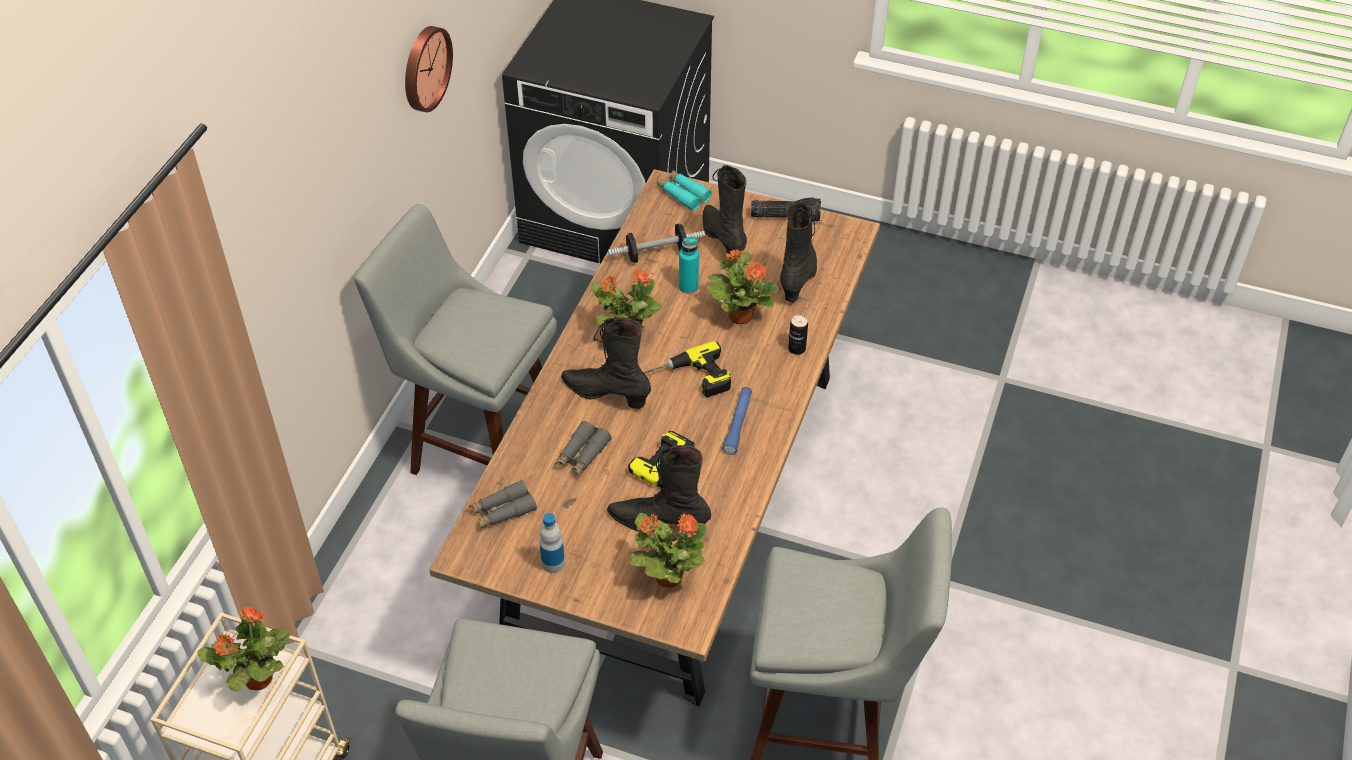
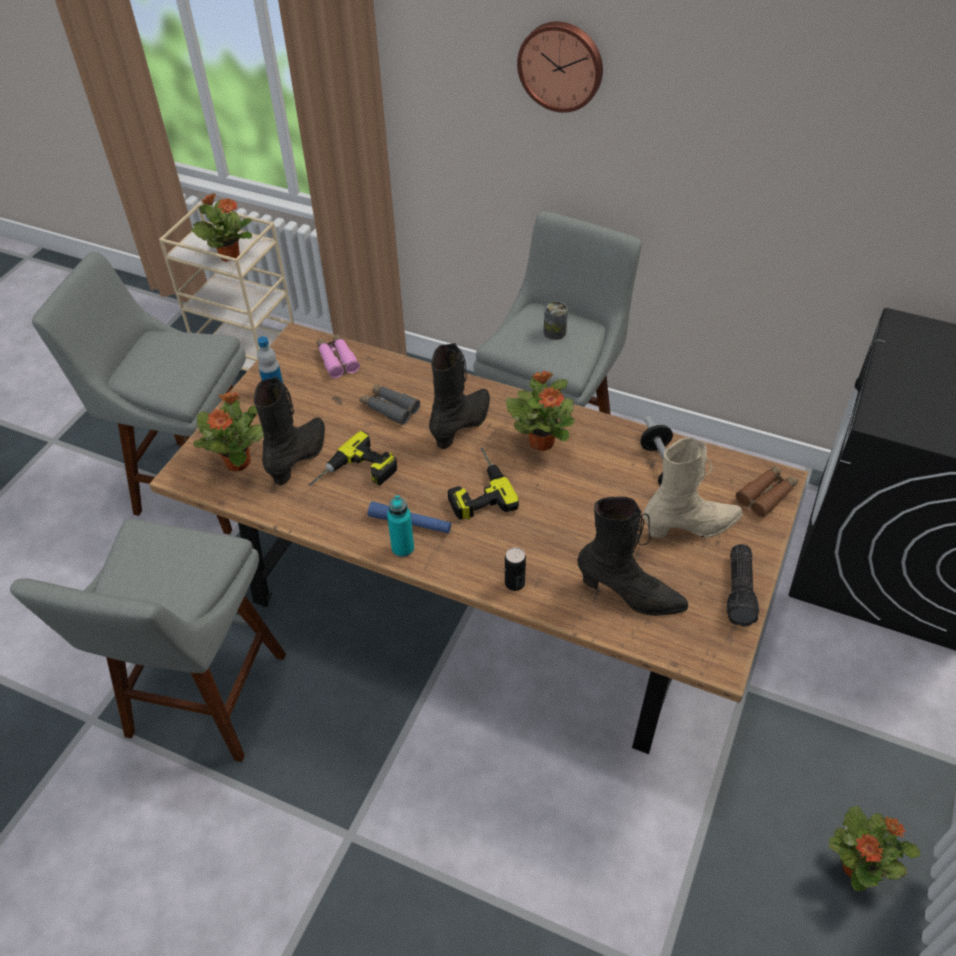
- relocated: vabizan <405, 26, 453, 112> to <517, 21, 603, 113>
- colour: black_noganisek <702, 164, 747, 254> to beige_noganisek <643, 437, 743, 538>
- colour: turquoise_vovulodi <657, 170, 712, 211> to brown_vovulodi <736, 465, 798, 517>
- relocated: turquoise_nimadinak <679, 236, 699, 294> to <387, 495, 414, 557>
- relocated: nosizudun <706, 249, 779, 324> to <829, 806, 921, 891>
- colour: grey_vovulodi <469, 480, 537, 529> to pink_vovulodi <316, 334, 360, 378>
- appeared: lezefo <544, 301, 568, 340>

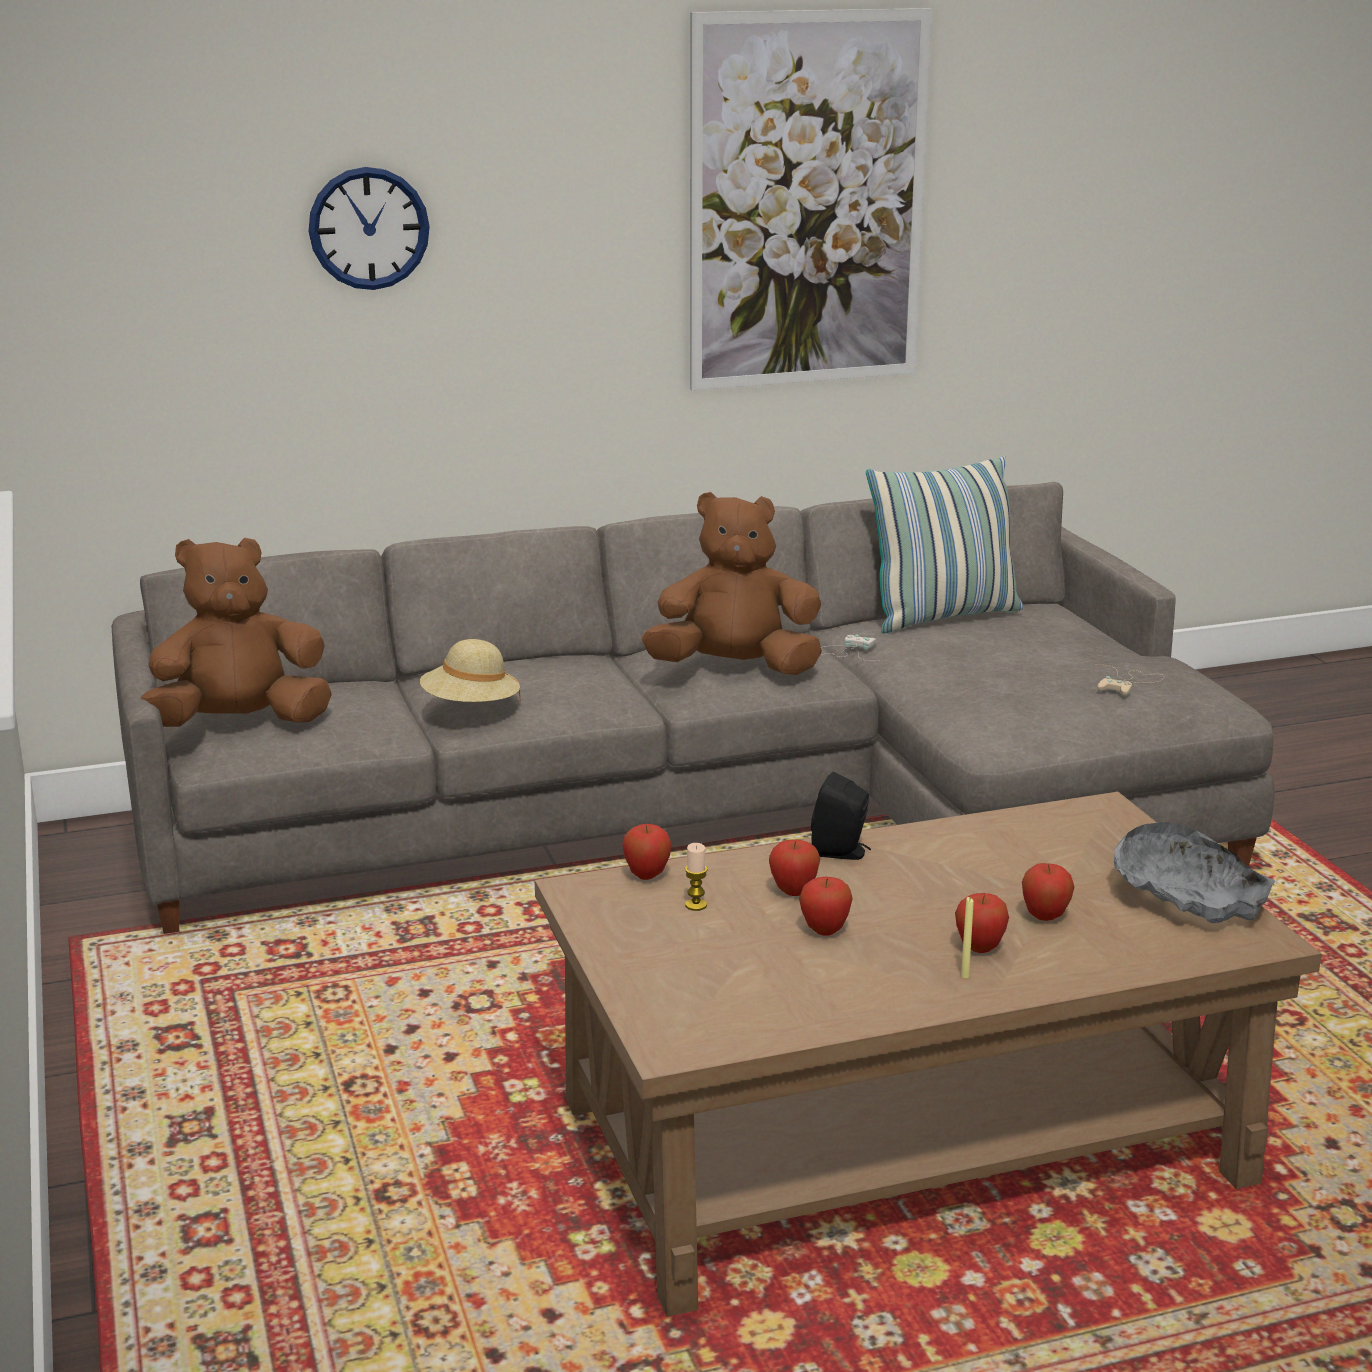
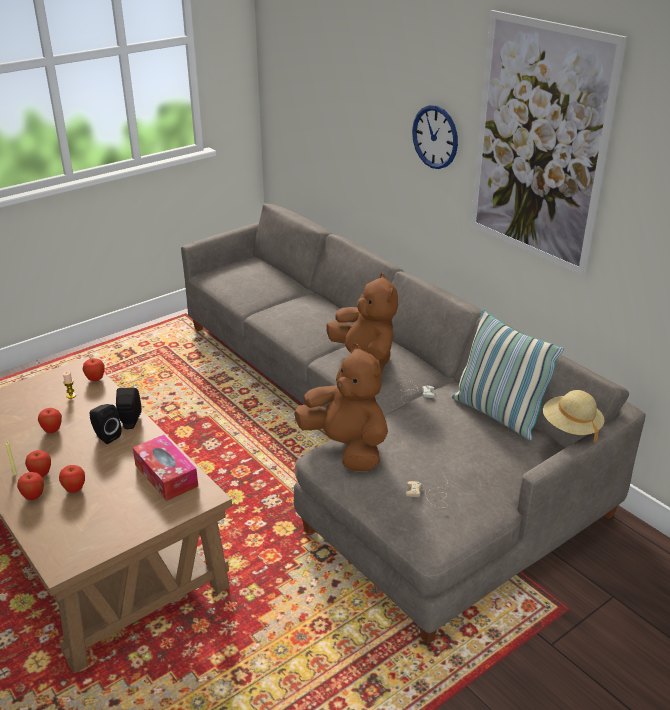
- relocated: vabizan <309, 167, 430, 290> to <412, 105, 458, 169>
- relocated: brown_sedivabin <140, 538, 332, 727> to <294, 343, 388, 471>
- relocated: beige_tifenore <420, 639, 521, 702> to <543, 390, 605, 442>
- missing: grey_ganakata <1114, 822, 1276, 923>
- relocated: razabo <769, 840, 820, 896> to <17, 472, 44, 500>
- appeared: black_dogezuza <90, 404, 121, 444>
- appeared: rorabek <132, 435, 198, 501>

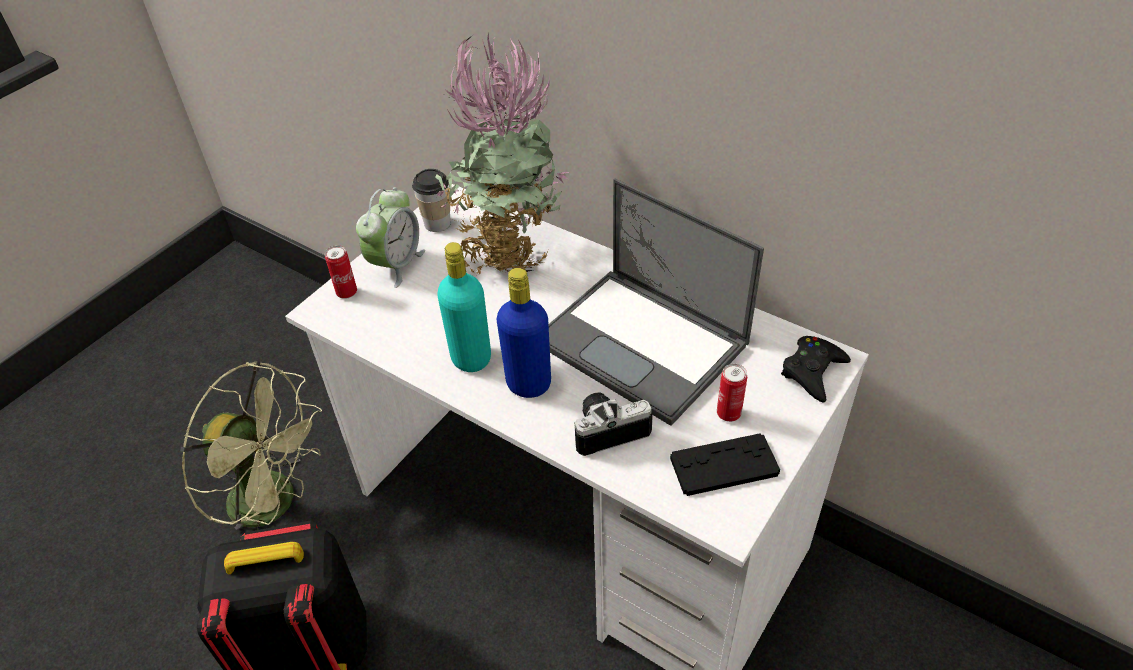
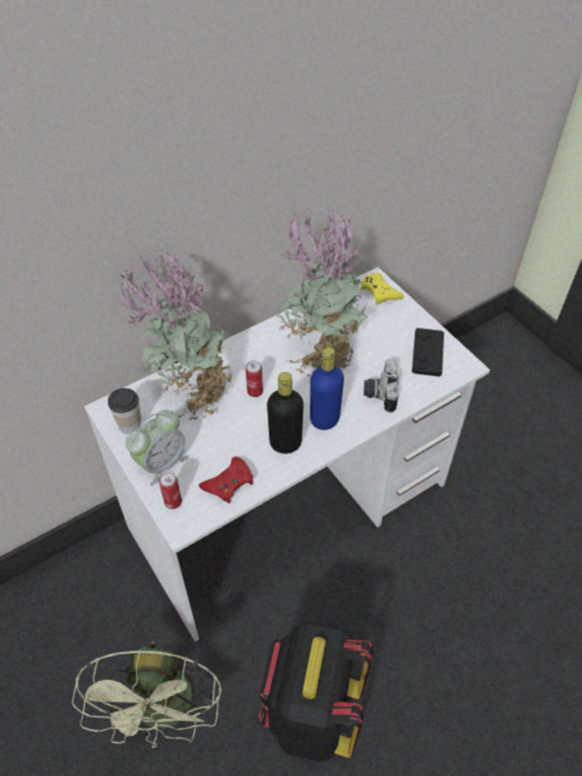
- exchanged: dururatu <549, 179, 764, 426> to nosizudun <276, 206, 369, 377>
- spun: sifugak <356, 187, 425, 288> = <126, 410, 189, 486> 90 degrees clockwise
- colour: turquoise_nimadinak <437, 242, 491, 372> to black_nimadinak <267, 372, 304, 454>
- colour: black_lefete <781, 336, 851, 403> to yellow_lefete <361, 273, 404, 305>
- spun: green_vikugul <180, 361, 322, 530> = <72, 641, 222, 748> 135 degrees clockwise
- relocated: lezefo <717, 364, 747, 422> to <246, 361, 263, 397>
- appeared: red_lefete <199, 456, 253, 503>

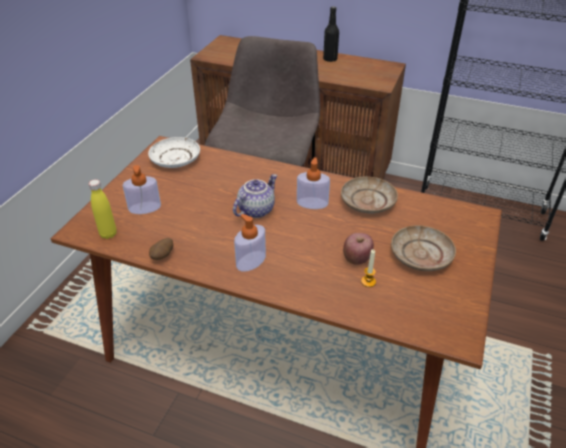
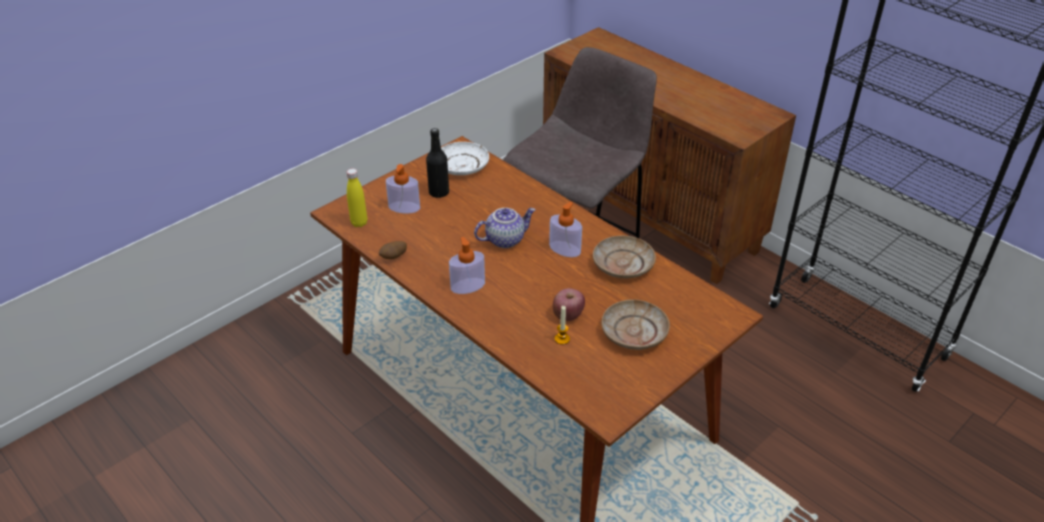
- relocated: black_nimadinak <323, 6, 339, 62> to <426, 128, 449, 198>

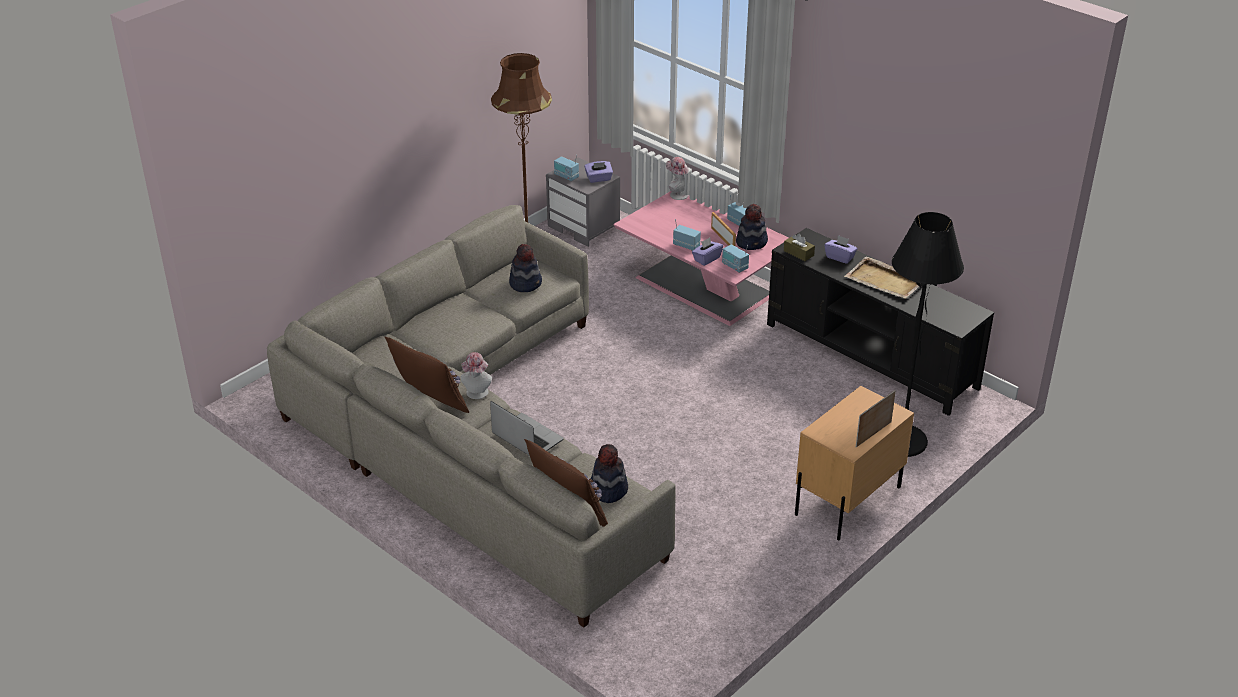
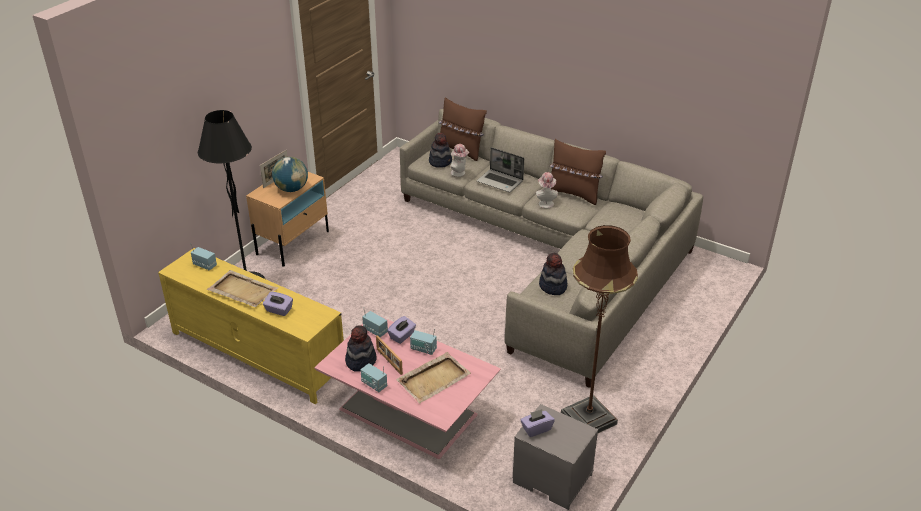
- relocated: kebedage <554, 154, 579, 181> to <190, 243, 217, 270>
- relocated: tifenore <666, 157, 689, 200> to <450, 144, 470, 177>
- colour: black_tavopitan <767, 228, 994, 416> to yellow_tavopitan <158, 248, 344, 404>
- missing: brown_rorabek <784, 233, 815, 261>
- appeared: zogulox <272, 157, 308, 192>
- appeared: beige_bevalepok <396, 352, 471, 404>

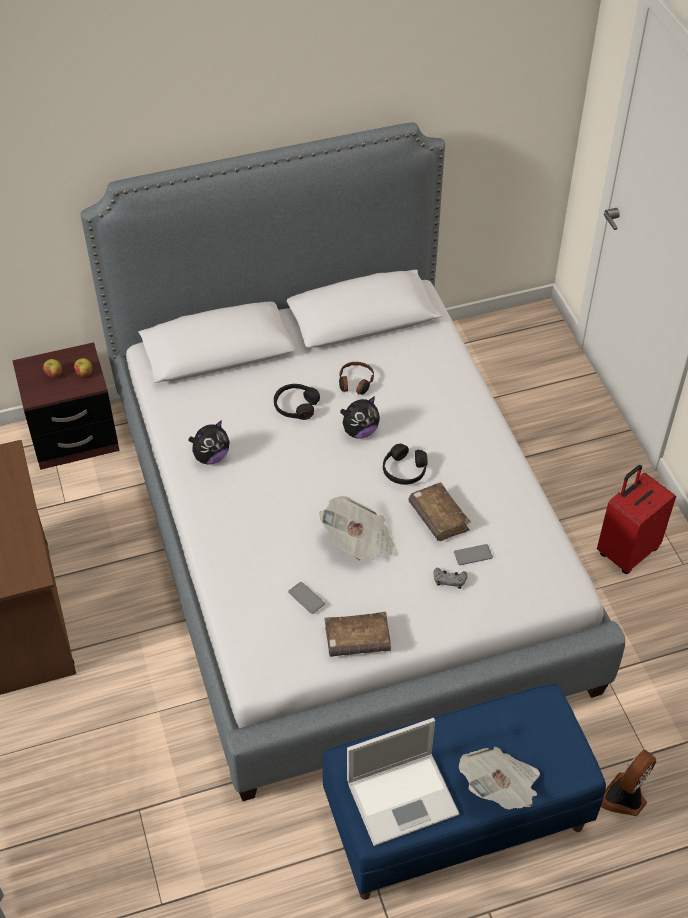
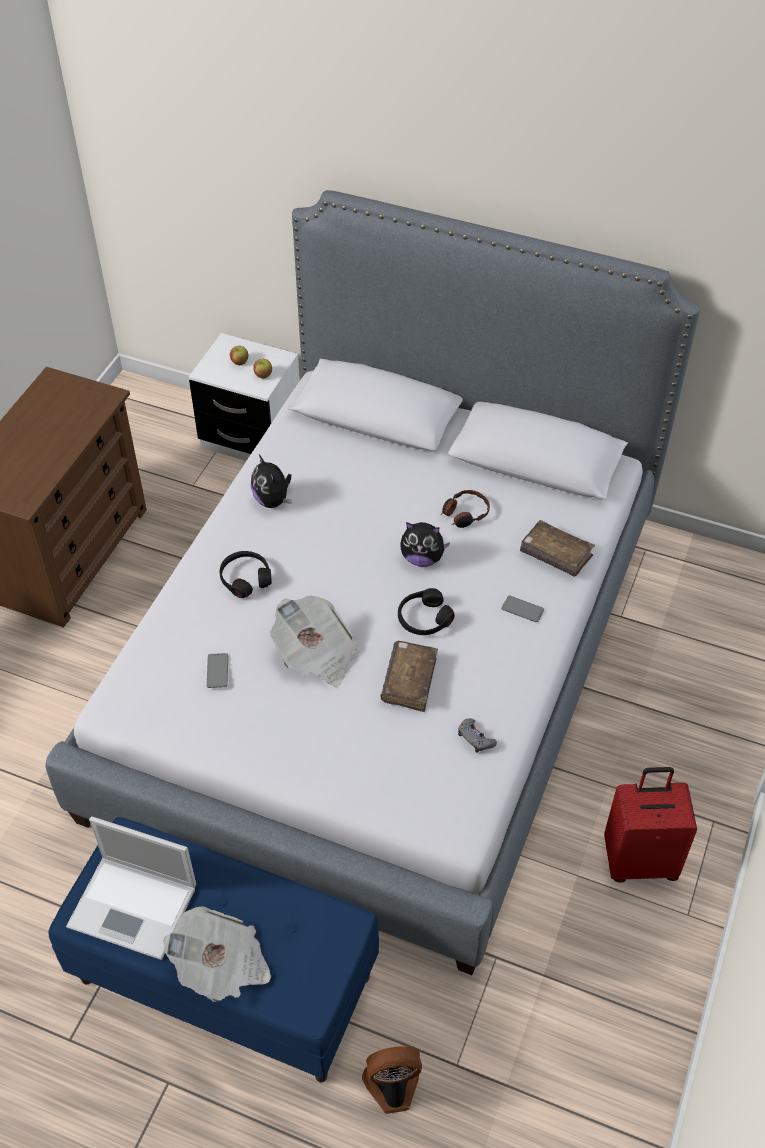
- colour: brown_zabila <12, 342, 120, 470> to white_zabila <189, 333, 300, 461>
- relocated: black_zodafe <274, 384, 320, 420> to <220, 551, 272, 598>
- spun: sedivabin <188, 420, 230, 465> = <251, 455, 291, 508> 60 degrees clockwise
- relocated: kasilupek <454, 544, 493, 565> to <501, 595, 544, 622>
- relocated: grey_lefete <433, 568, 468, 589> to <458, 718, 497, 753>
- relocated: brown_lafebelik <324, 612, 391, 657> to <520, 520, 595, 577>

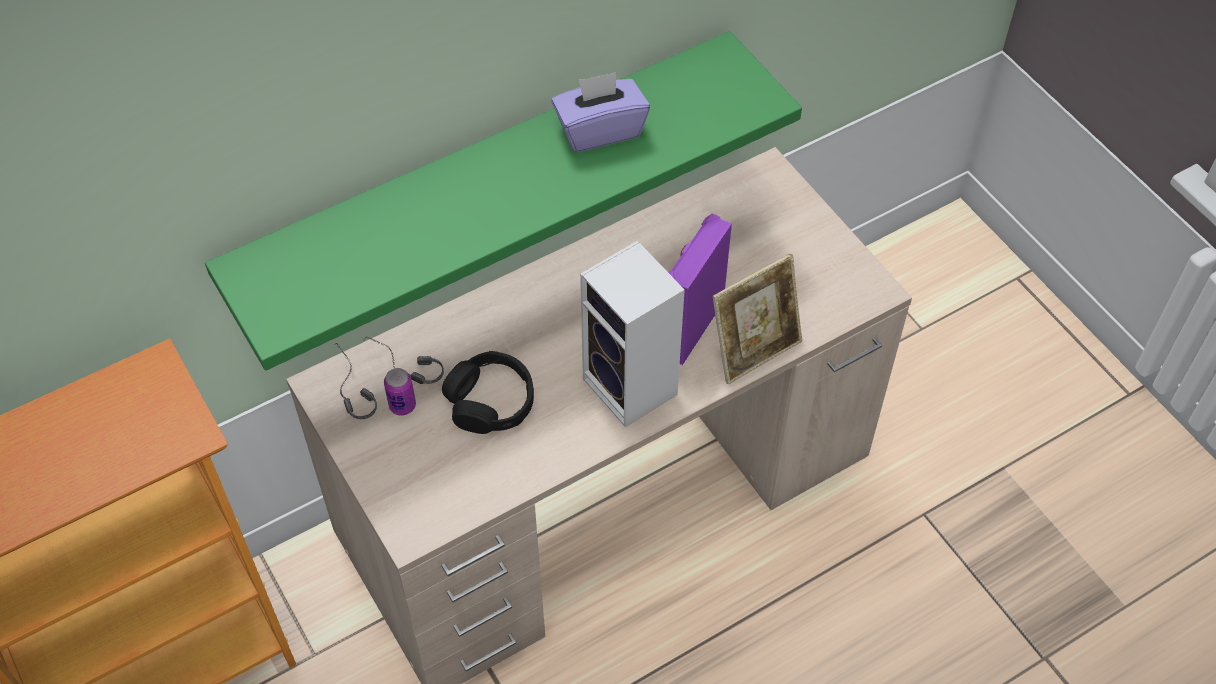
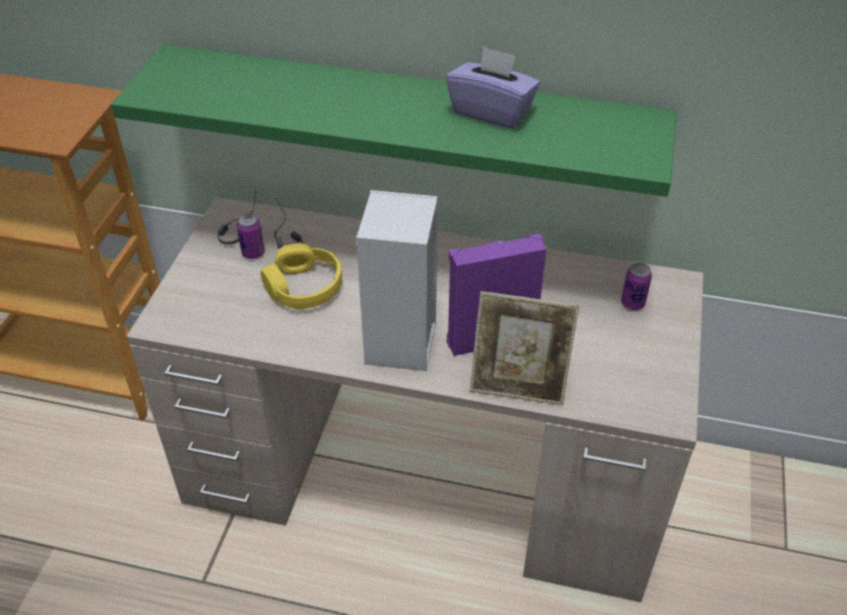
- colour: black_zodafe <442, 351, 534, 434> to yellow_zodafe <260, 243, 342, 309>
- appeared: lezefo <621, 263, 652, 310>

